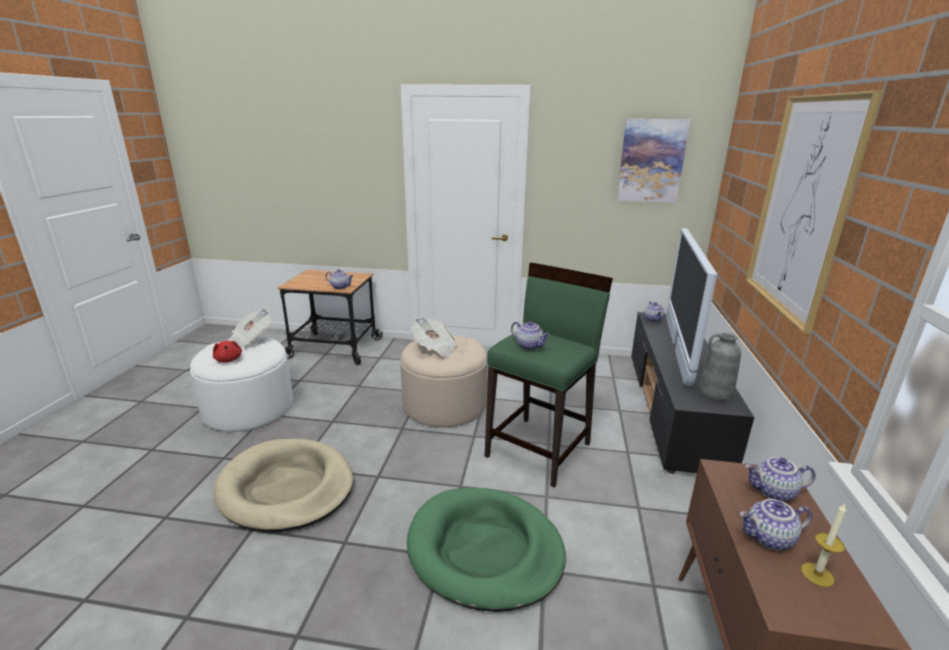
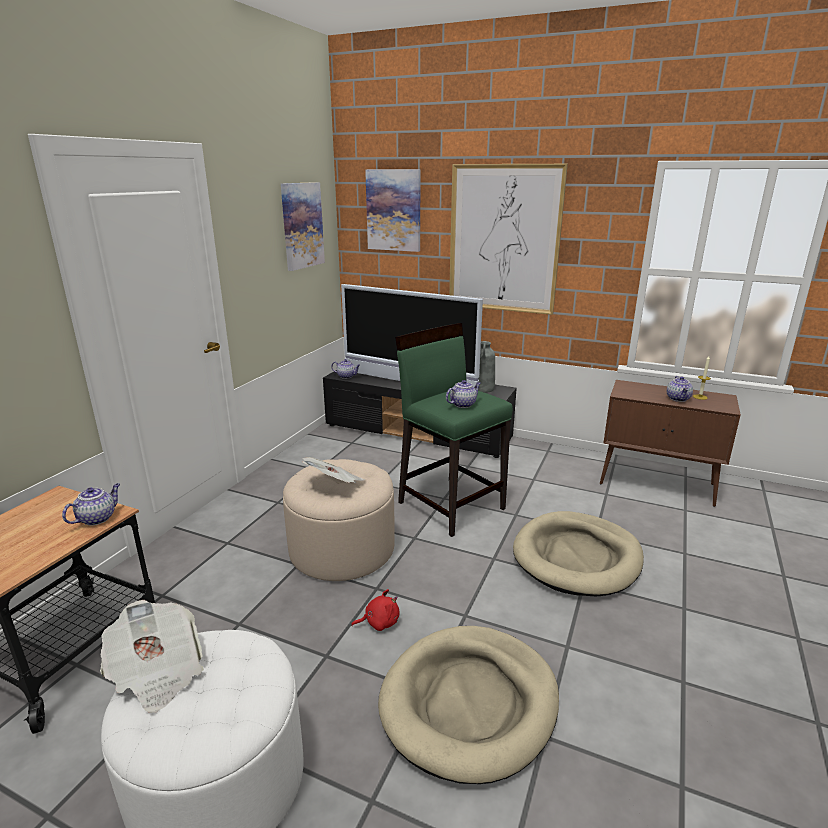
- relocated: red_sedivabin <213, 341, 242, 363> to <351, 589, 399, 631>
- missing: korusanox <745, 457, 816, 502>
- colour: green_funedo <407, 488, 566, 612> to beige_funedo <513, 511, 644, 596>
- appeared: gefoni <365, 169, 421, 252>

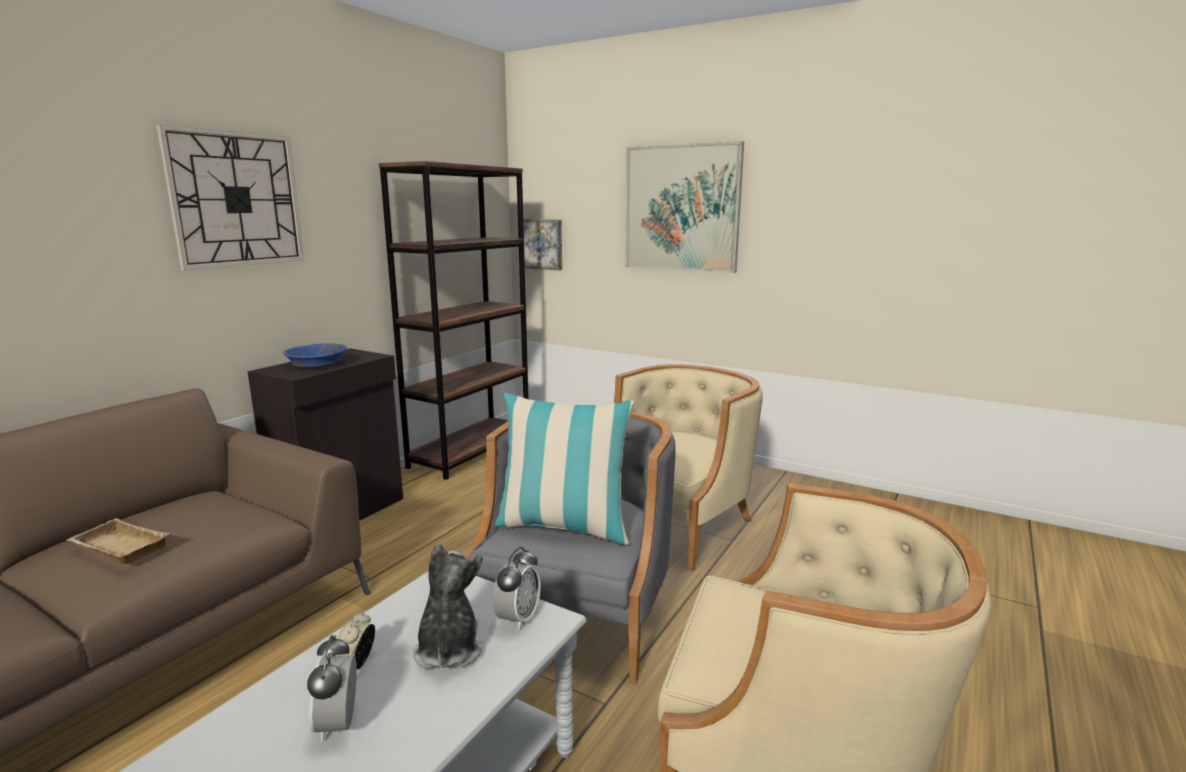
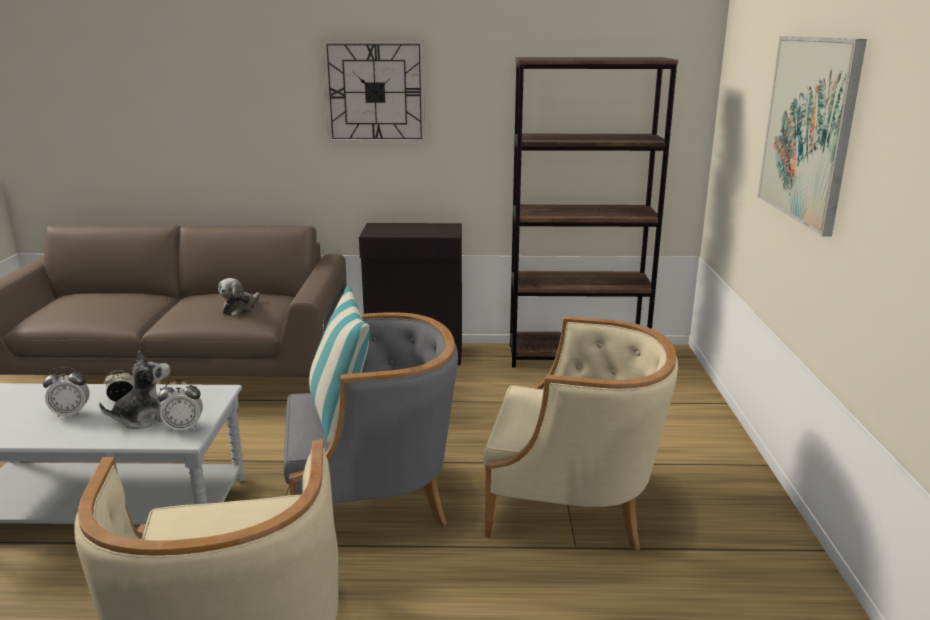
- missing: gefoni <523, 219, 562, 270>
- missing: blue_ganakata <284, 343, 347, 368>
- missing: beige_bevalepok <66, 518, 170, 564>
- spun: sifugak <307, 635, 357, 742> = <43, 367, 90, 418> 150 degrees counterclockwise
- appeared: sedivabin <218, 278, 260, 316>

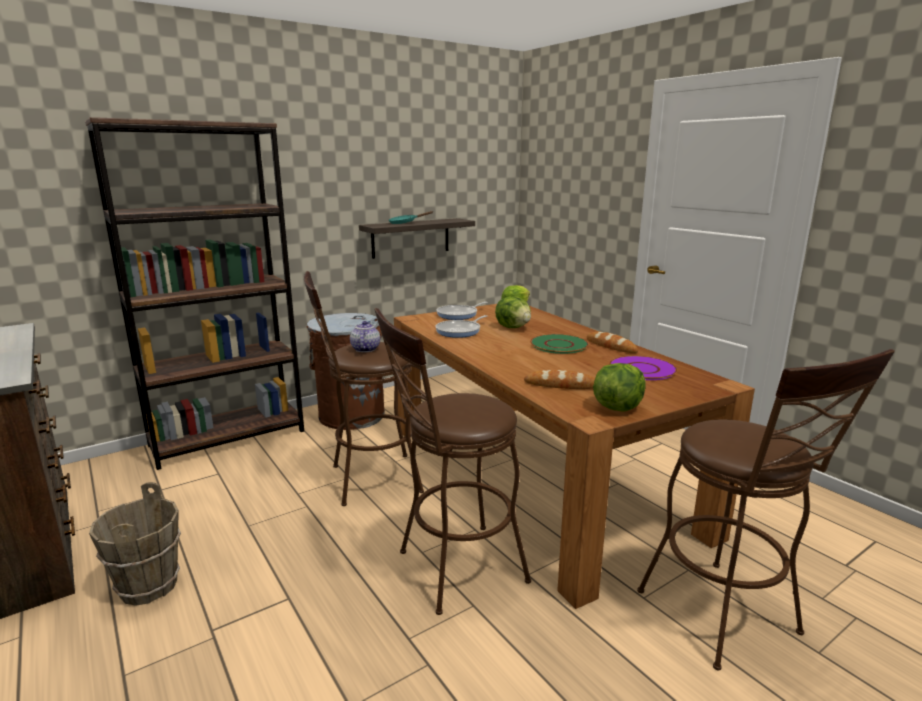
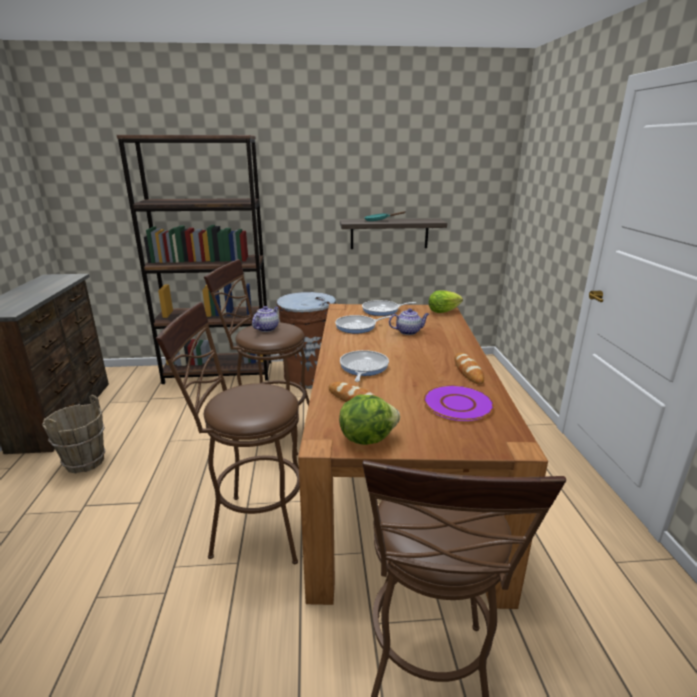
- exchanged: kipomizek <495, 296, 531, 328> to korusanox <389, 308, 429, 335>
- missing: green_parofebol <530, 334, 589, 354>
- appeared: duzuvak <340, 350, 389, 382>

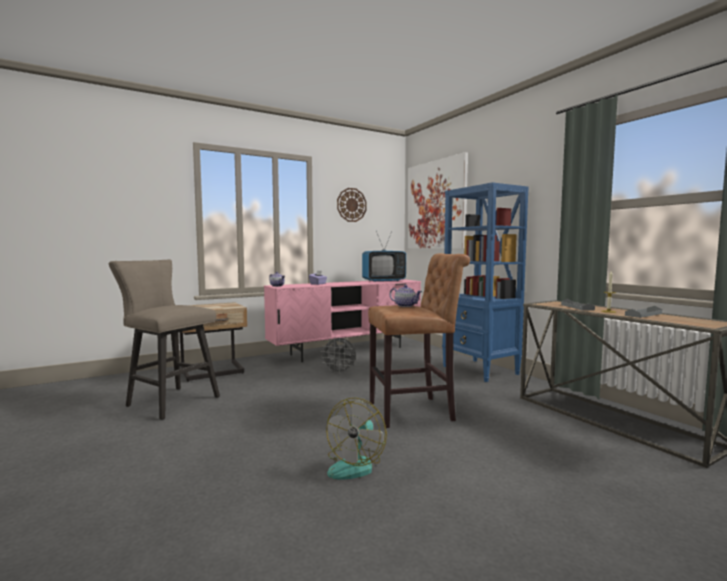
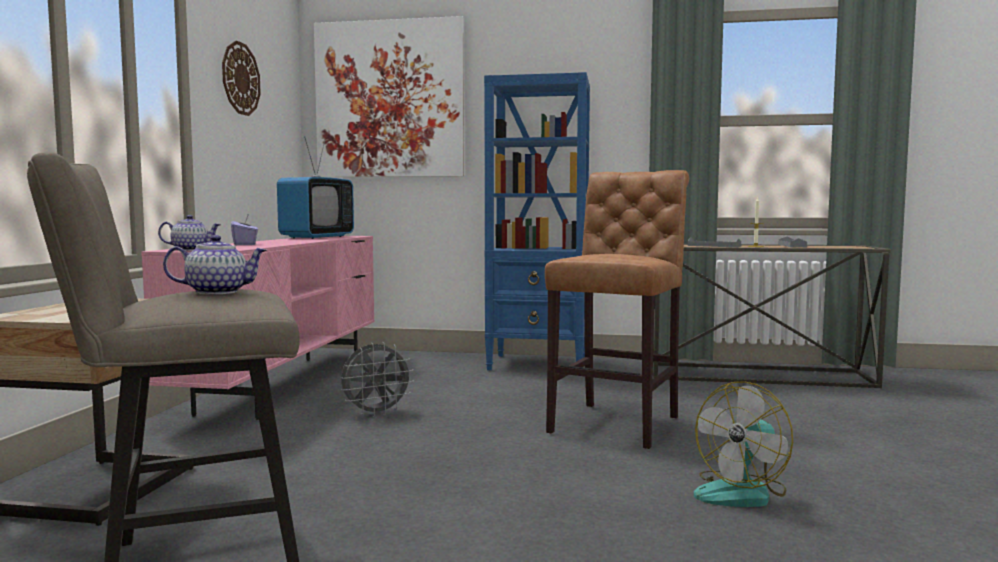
- relocated: korusanox <390, 285, 422, 307> to <163, 235, 266, 295>
- spun: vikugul <326, 398, 387, 480> = <694, 381, 793, 507> 75 degrees clockwise

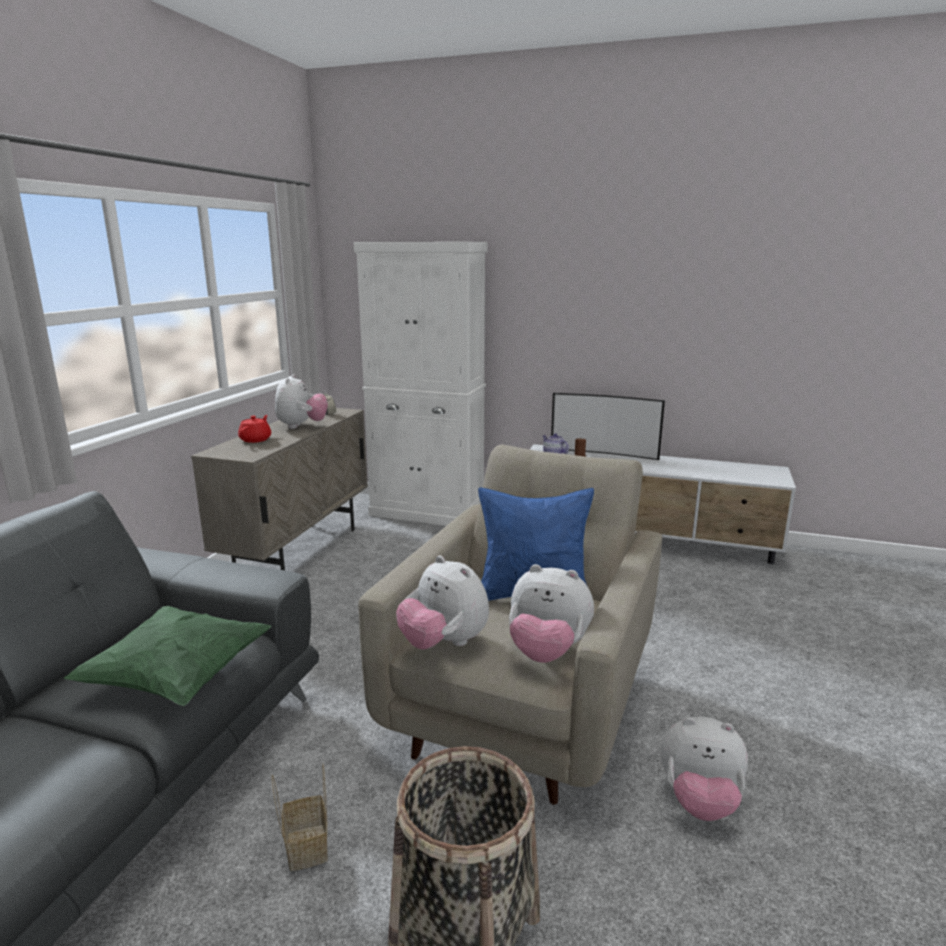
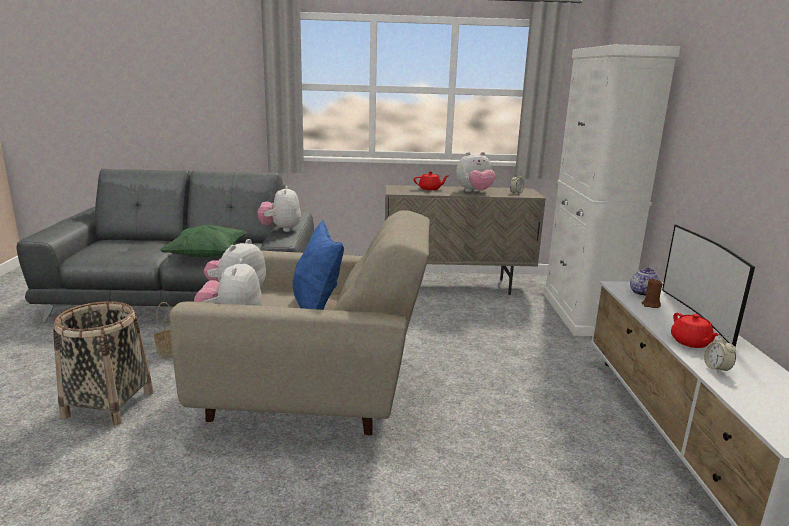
- relocated: sedivabin <661, 717, 748, 821> to <258, 186, 301, 232>
- appeared: red_korusanox <671, 313, 720, 348>
- appeared: sifugak <704, 335, 736, 373>

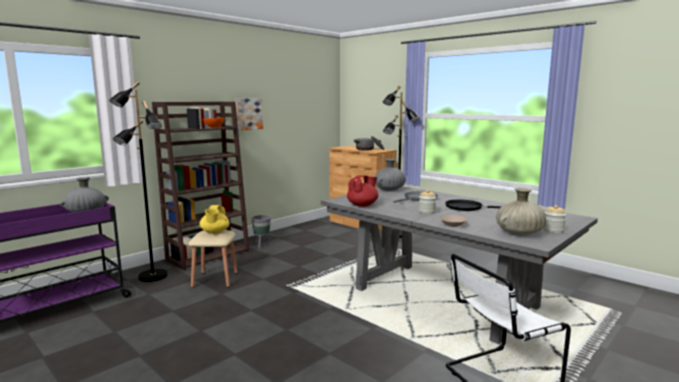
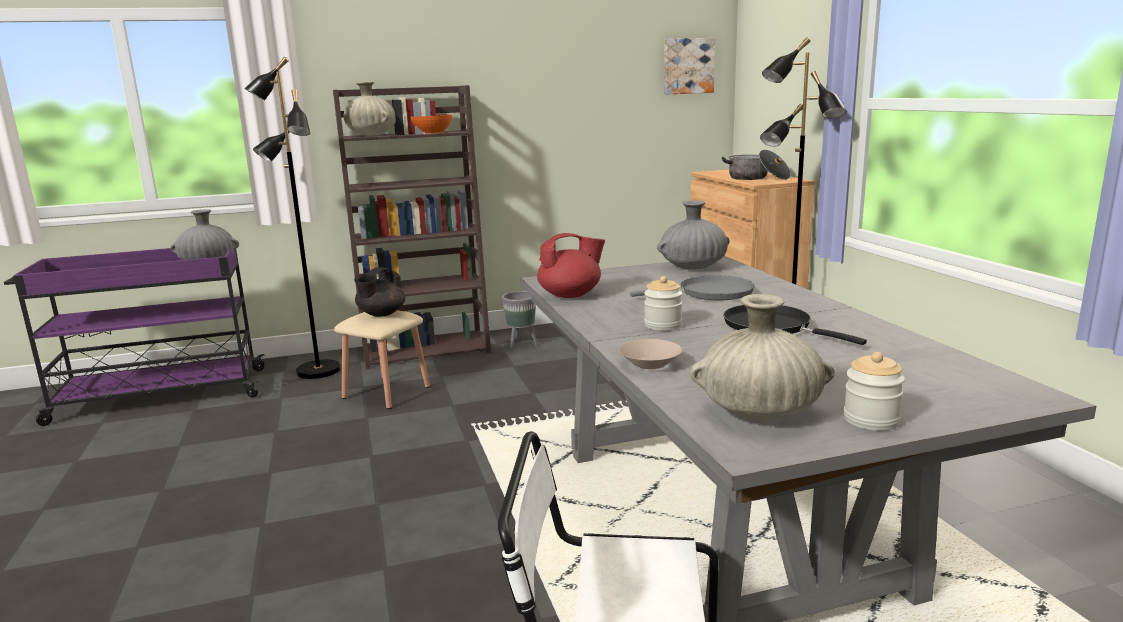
- relocated: gefoni <235, 99, 263, 130> to <664, 38, 715, 95>
- colour: yellow_korusanox <200, 205, 229, 234> to black_korusanox <354, 267, 405, 317>
- appeared: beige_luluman <344, 82, 396, 136>

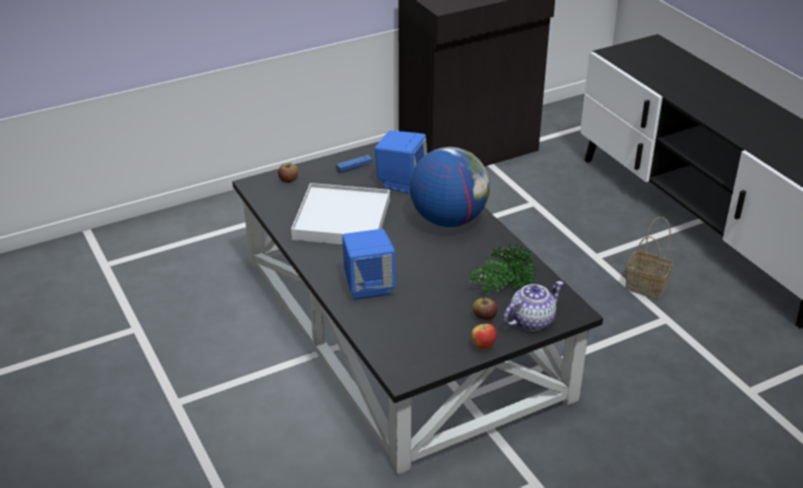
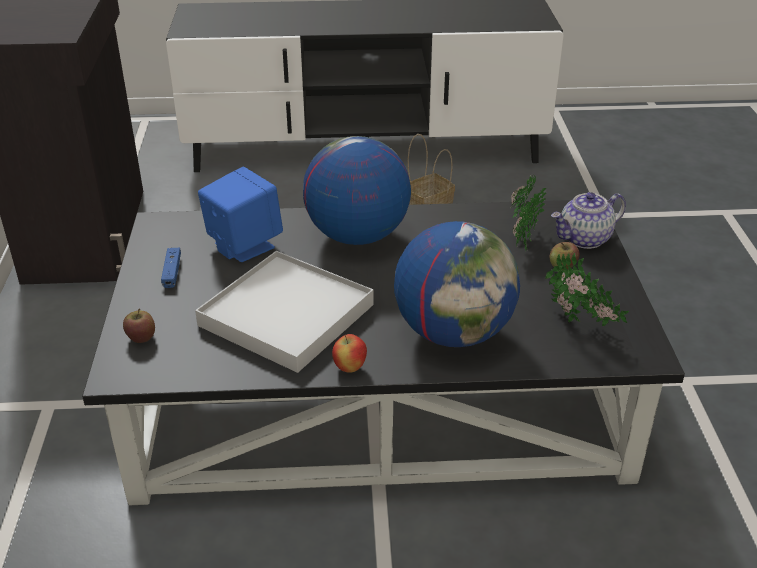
- exchanged: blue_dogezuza <342, 229, 396, 300> to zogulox <394, 221, 520, 347>
- spun: korusanox <503, 281, 564, 331> = <551, 192, 626, 249> 105 degrees counterclockwise
- relocated: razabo <471, 322, 496, 350> to <332, 334, 367, 373>
- appeared: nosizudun <545, 253, 629, 326>

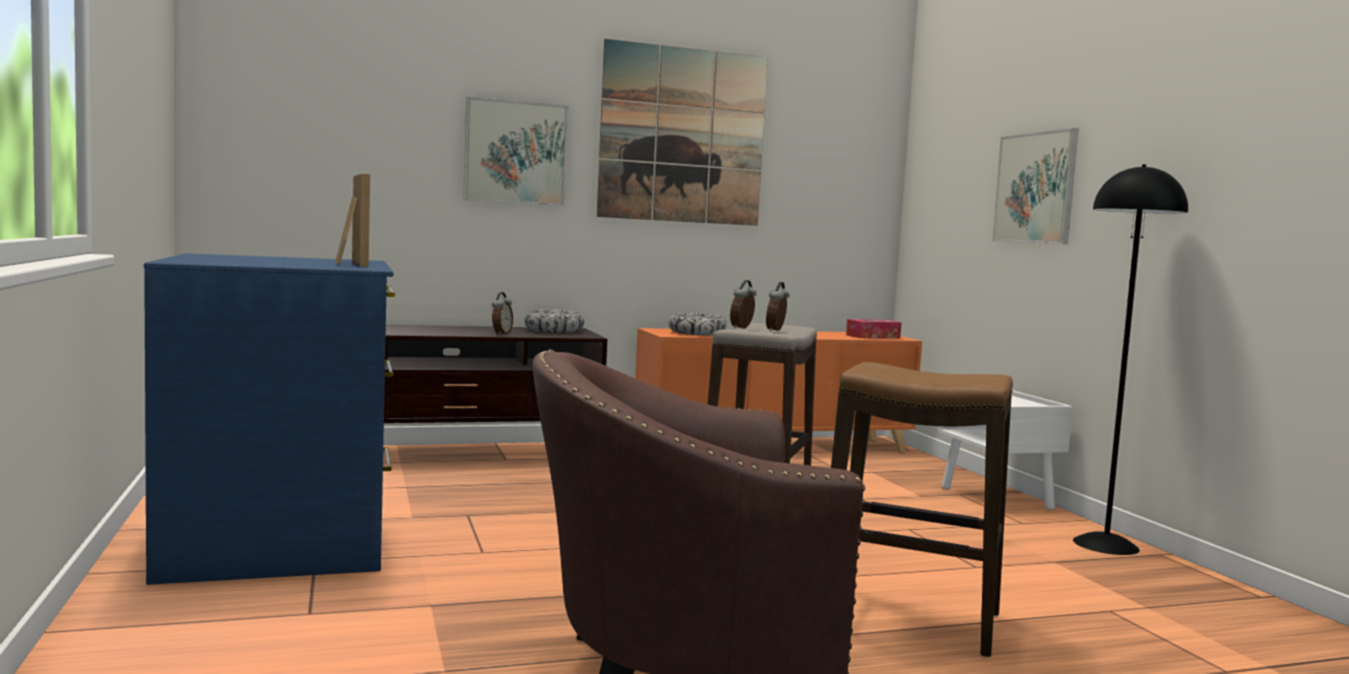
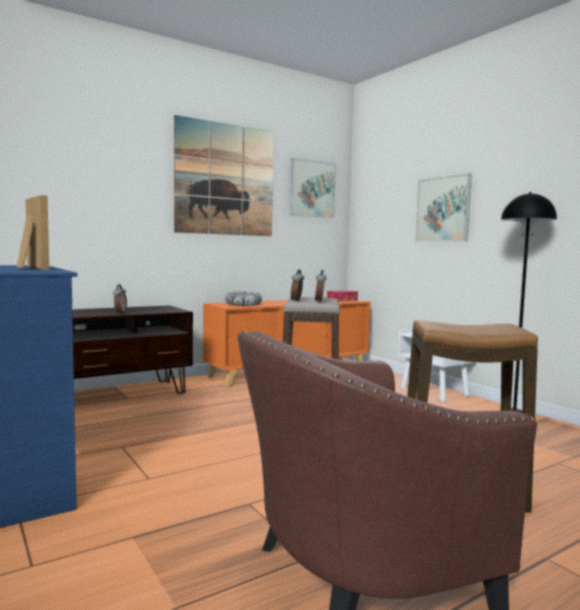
- relocated: gefoni <463, 96, 569, 206> to <289, 158, 336, 218>
- missing: ganakata <524, 309, 584, 333>

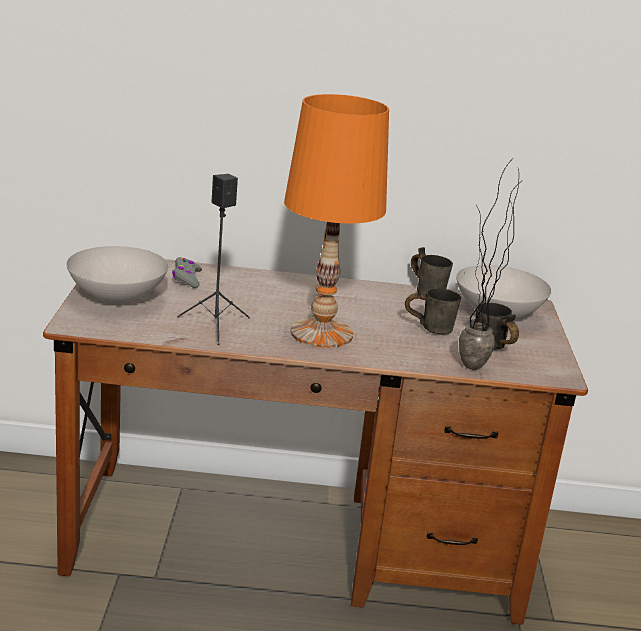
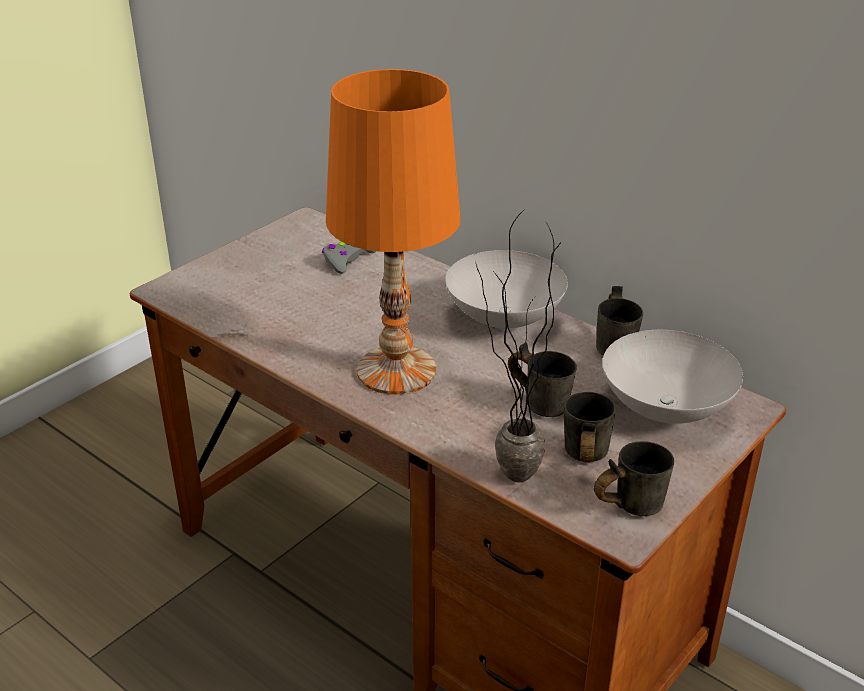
- missing: black_dogezuza <177, 174, 250, 345>
- relocated: white_ganakata <66, 246, 168, 305> to <445, 250, 568, 329>
- appeared: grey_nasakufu <594, 441, 674, 516>

